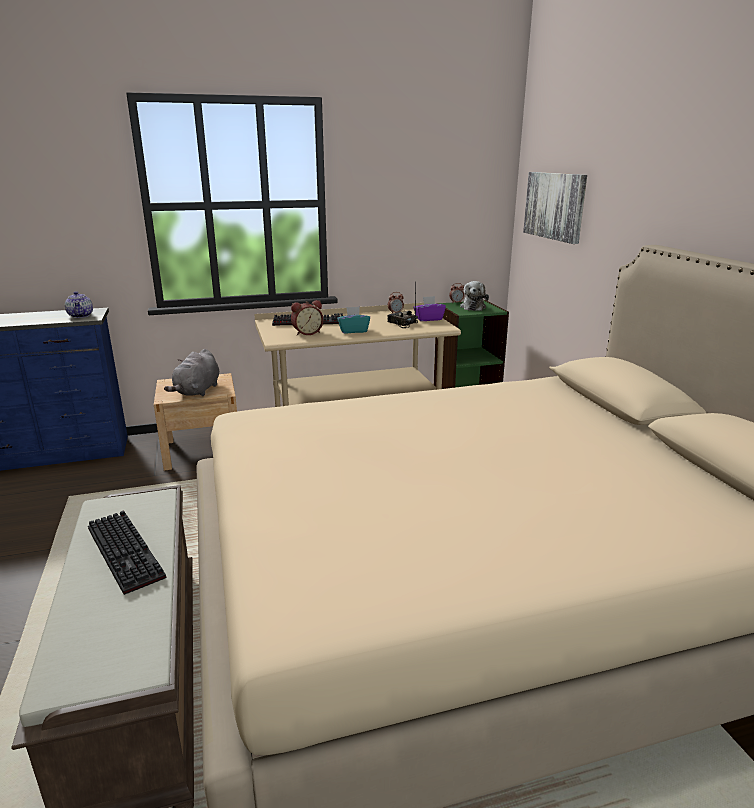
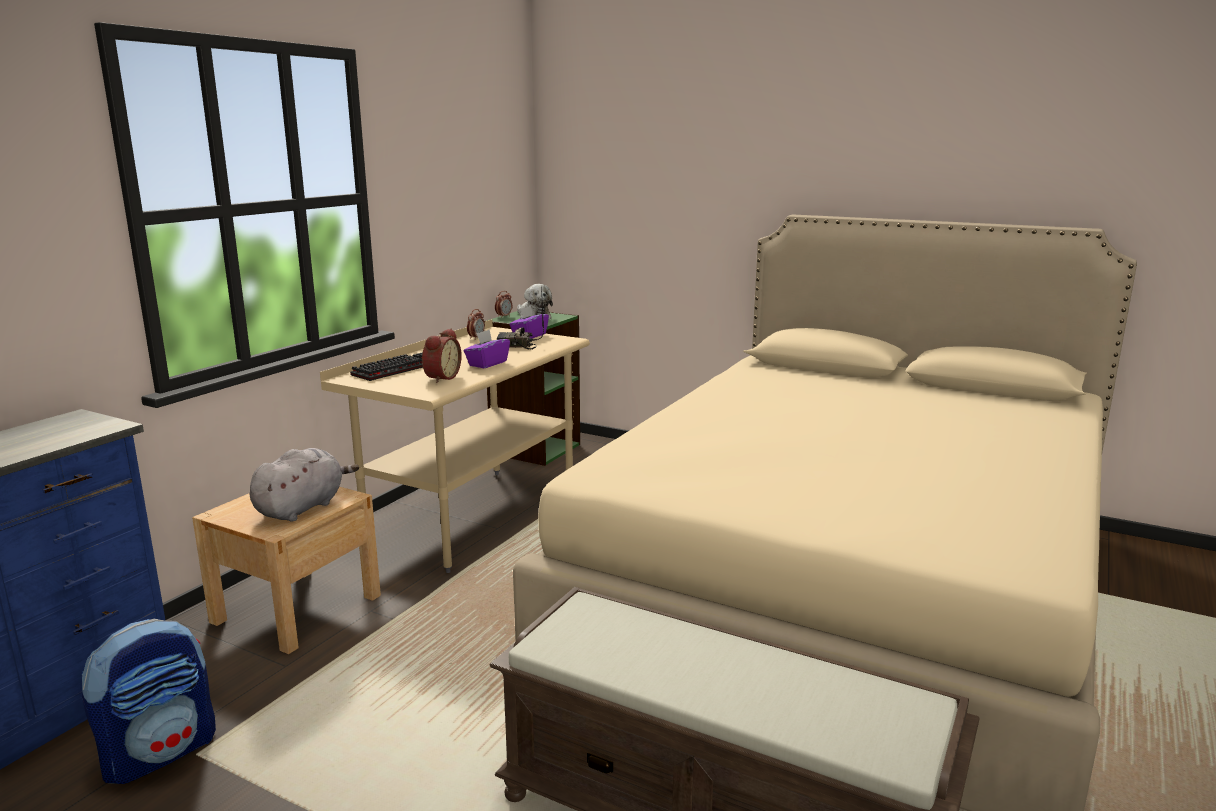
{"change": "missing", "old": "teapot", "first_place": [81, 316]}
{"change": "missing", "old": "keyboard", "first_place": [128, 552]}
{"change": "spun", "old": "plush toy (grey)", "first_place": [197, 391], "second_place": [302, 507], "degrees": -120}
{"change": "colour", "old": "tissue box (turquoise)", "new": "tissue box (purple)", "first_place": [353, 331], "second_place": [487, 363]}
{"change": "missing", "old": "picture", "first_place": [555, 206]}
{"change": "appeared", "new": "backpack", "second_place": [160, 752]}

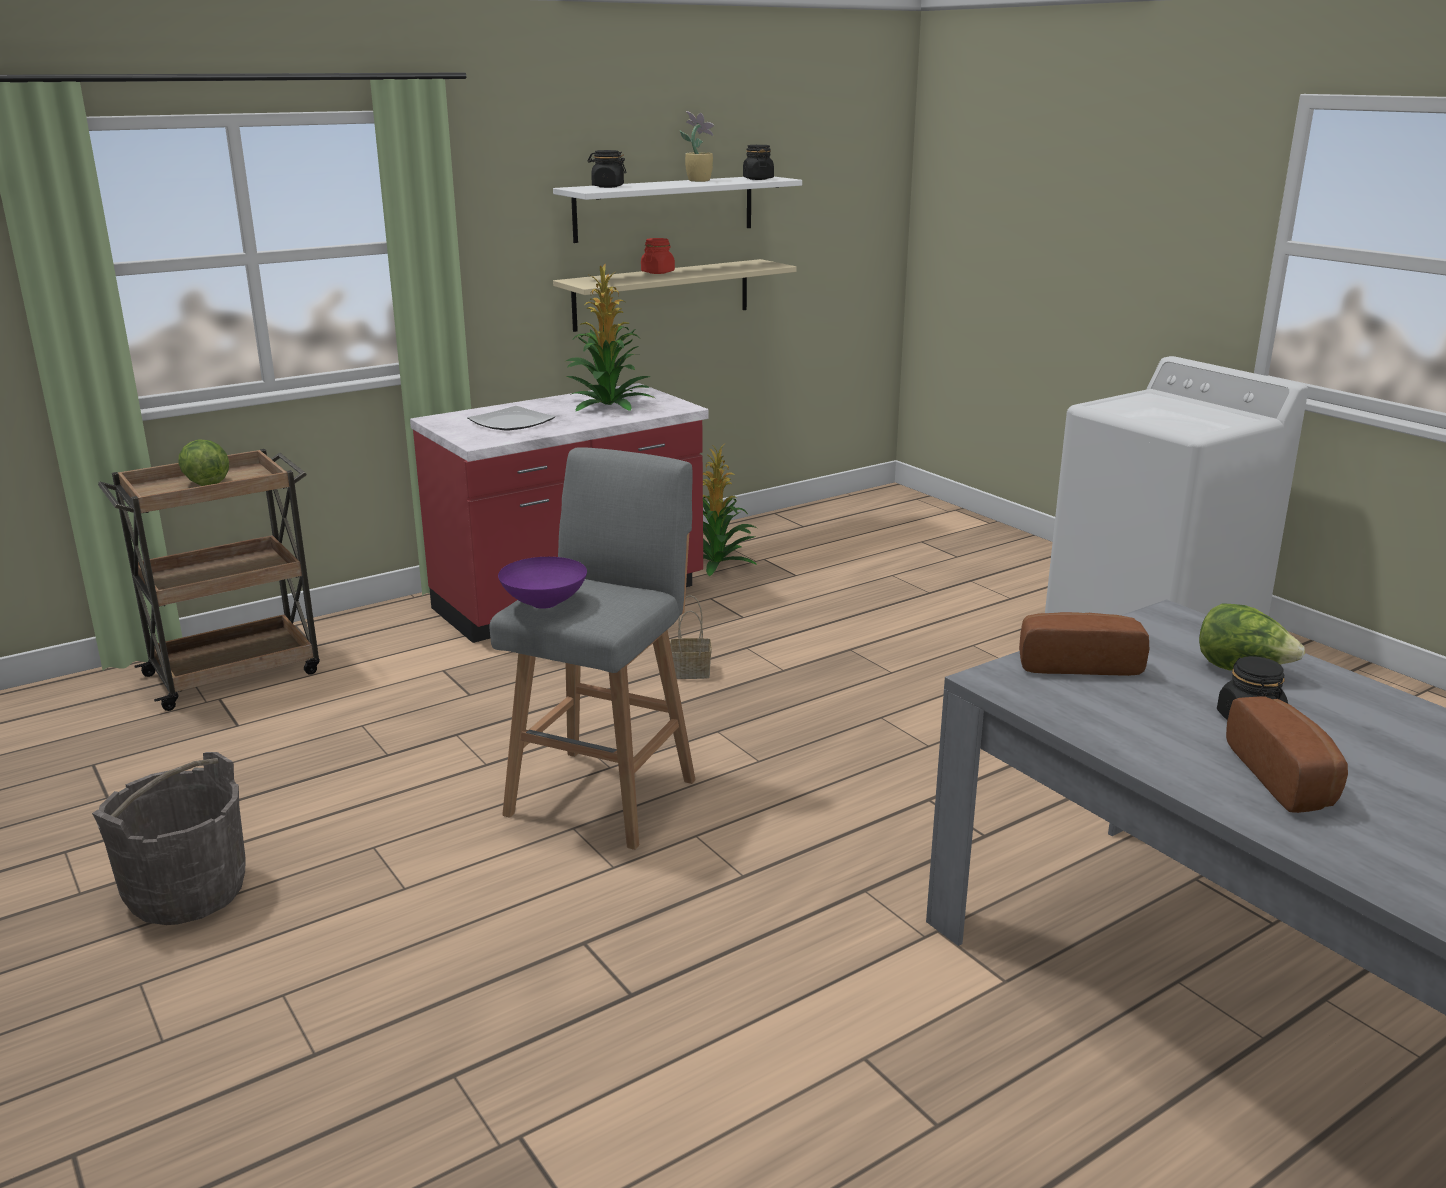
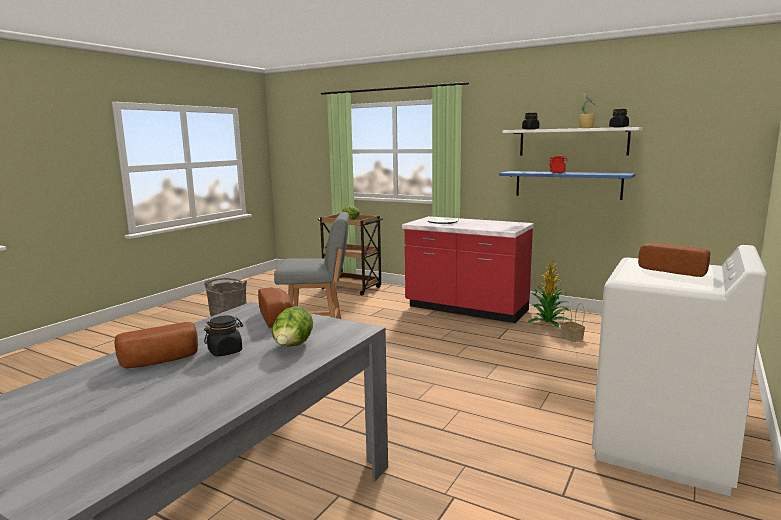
{"change": "missing", "old": "bowl (purple)", "first_place": [544, 603]}
{"change": "colour", "old": "shelf (beige)", "new": "shelf (blue)", "first_place": [662, 294], "second_place": [567, 184]}
{"change": "missing", "old": "potted plant", "first_place": [609, 405]}
{"change": "relocated", "old": "basket", "first_place": [692, 671], "second_place": [572, 338]}
{"change": "appeared", "new": "bread", "second_place": [674, 270]}

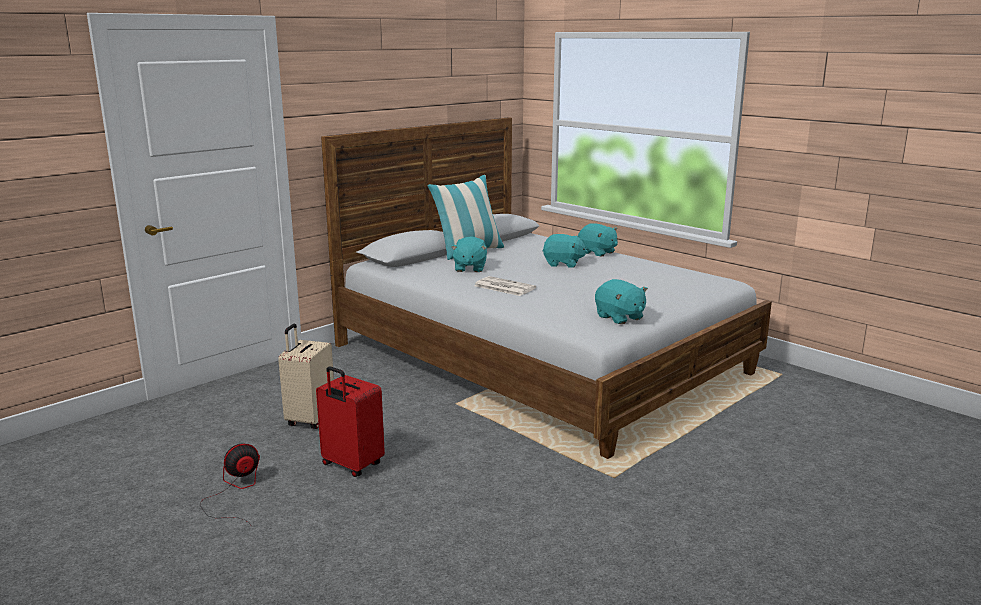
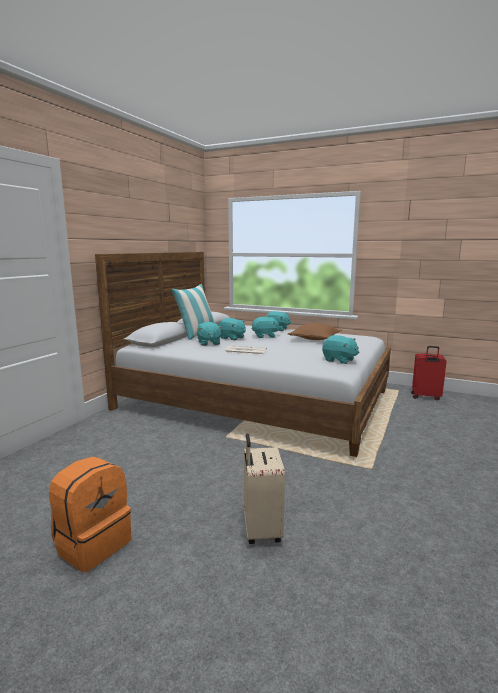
{"change": "exchanged", "old": "fan", "new": "backpack (orange)", "first_place": [236, 491], "second_place": [93, 544]}
{"change": "relocated", "old": "suitcase (beige)", "first_place": [310, 419], "second_place": [260, 530]}
{"change": "relocated", "old": "suitcase (red)", "first_place": [351, 465], "second_place": [425, 397]}
{"change": "appeared", "new": "plush toy (turquoise)", "second_place": [232, 338]}
{"change": "appeared", "new": "pillow (brown)", "second_place": [315, 338]}

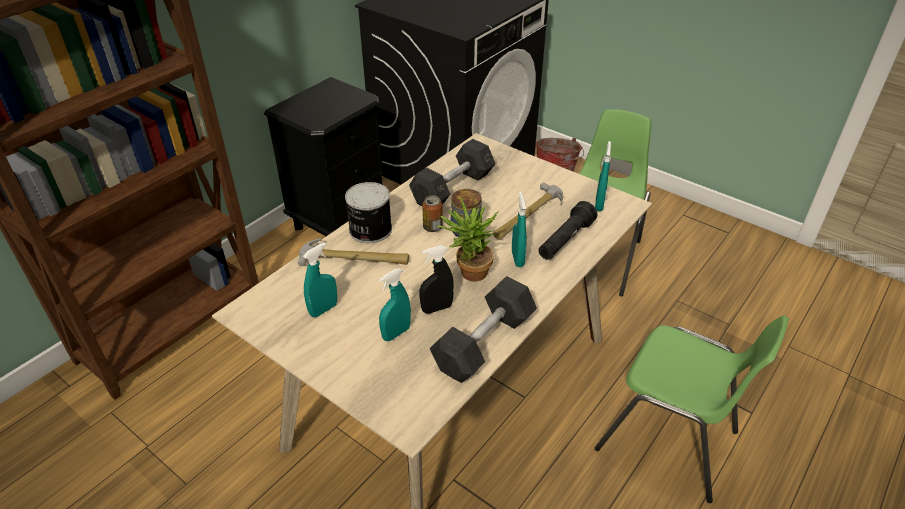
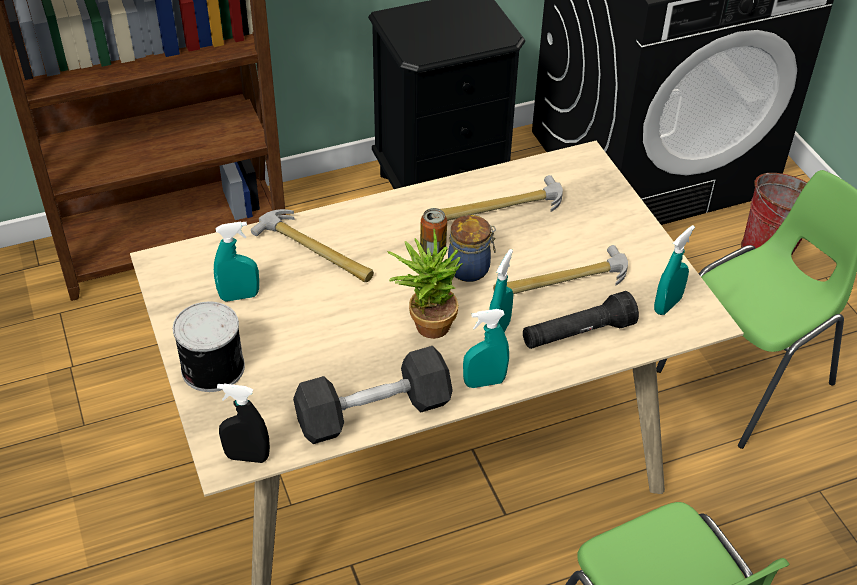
{"change": "relocated", "old": "can", "first_place": [369, 230], "second_place": [211, 368]}
{"change": "relocated", "old": "spray bottle (turquoise)", "first_place": [396, 333], "second_place": [484, 382]}
{"change": "exchanged", "old": "dumbbell (grey)", "new": "hammer", "first_place": [453, 188], "second_place": [499, 207]}
{"change": "relocated", "old": "spray bottle (black)", "first_place": [437, 308], "second_place": [247, 457]}

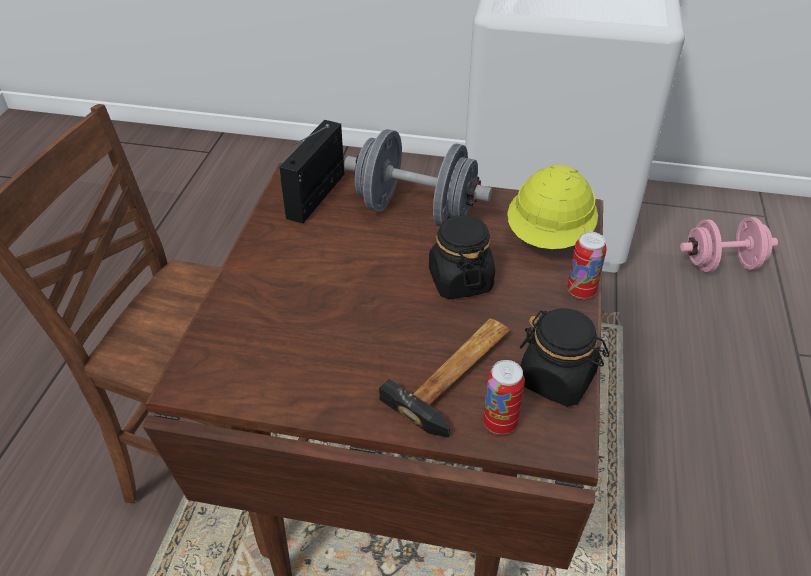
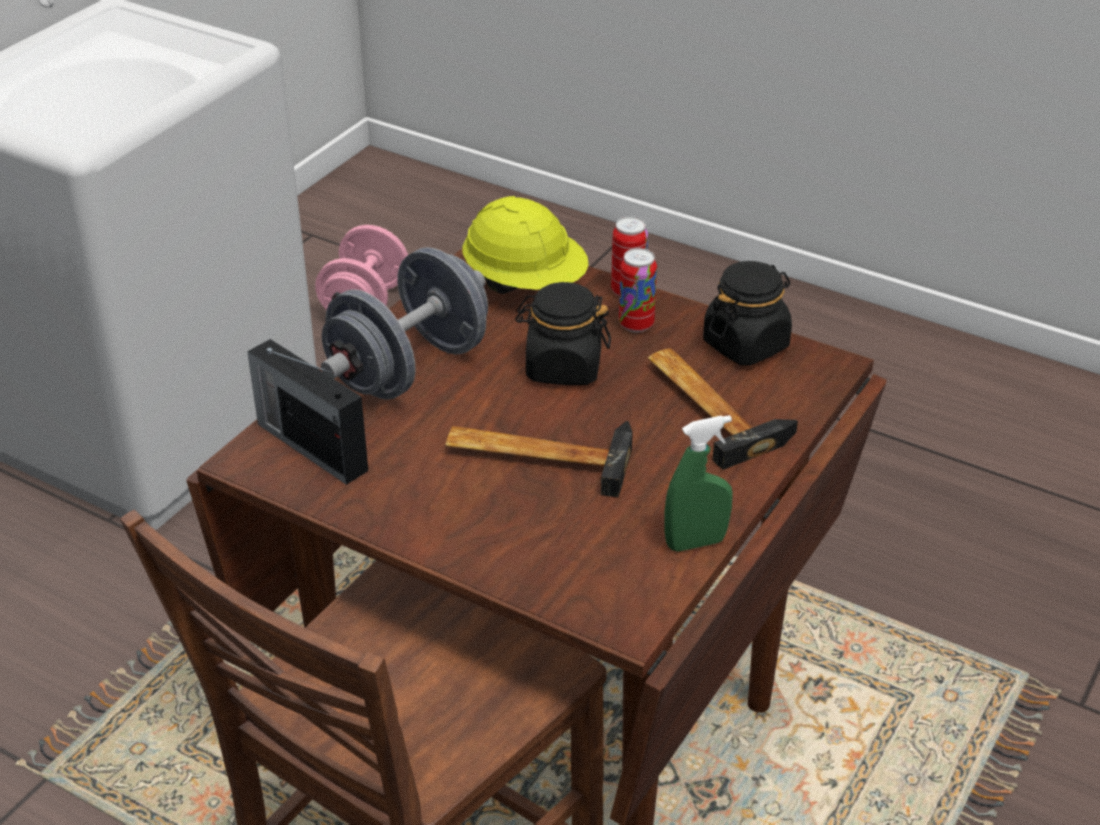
{"change": "relocated", "old": "can", "first_place": [500, 423], "second_place": [636, 324]}
{"change": "appeared", "new": "hammer", "second_place": [538, 454]}
{"change": "appeared", "new": "spray bottle (green)", "second_place": [695, 542]}

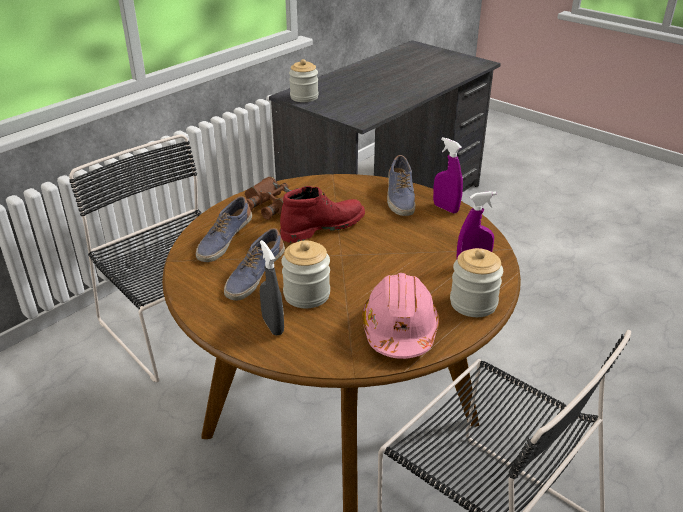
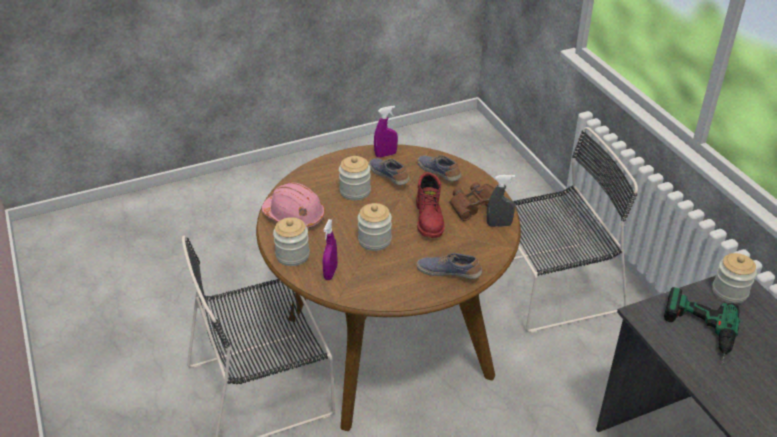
{"change": "relocated", "old": "spray bottle (grey)", "first_place": [273, 326], "second_place": [499, 224]}
{"change": "relocated", "old": "spray bottle (purple)", "first_place": [445, 208], "second_place": [385, 154]}
{"change": "appeared", "new": "jar", "second_place": [374, 240]}
{"change": "appeared", "new": "power drill", "second_place": [698, 332]}

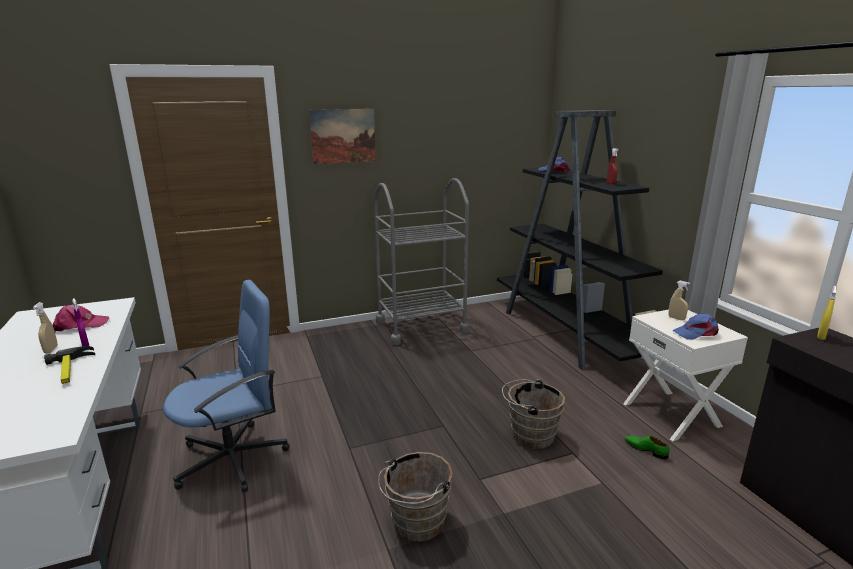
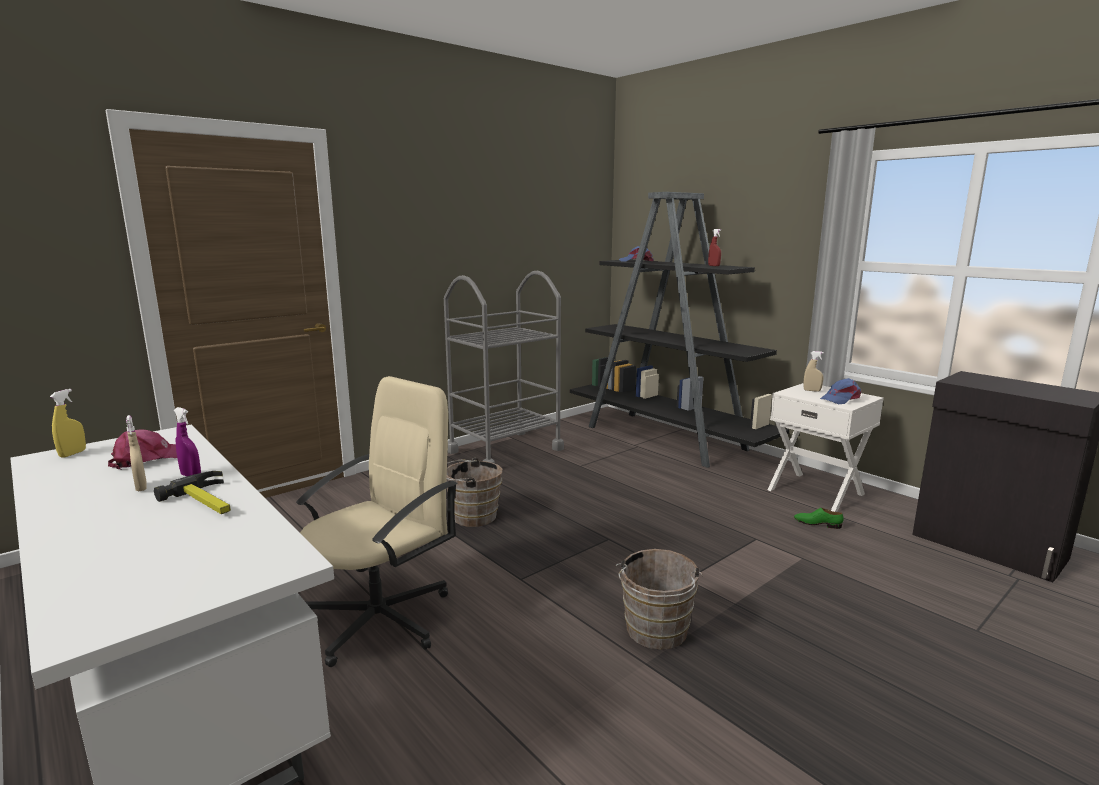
{"change": "colour", "old": "office chair (blue)", "new": "office chair (beige)", "first_place": [233, 458], "second_place": [381, 618]}
{"change": "missing", "old": "picture", "first_place": [343, 136]}
{"change": "relocated", "old": "bucket (brown)", "first_place": [529, 434], "second_place": [470, 516]}
{"change": "relocated", "old": "spray bottle (yellow)", "first_place": [821, 336], "second_place": [73, 453]}

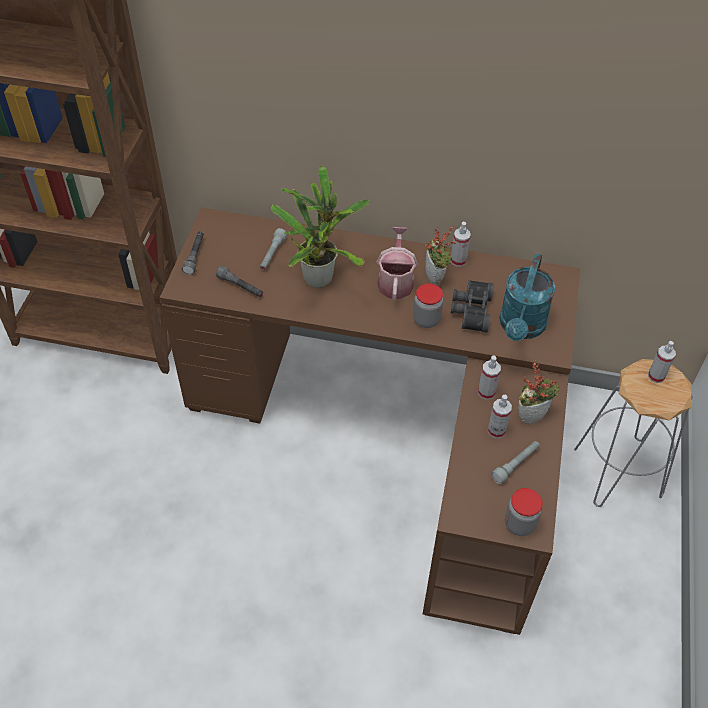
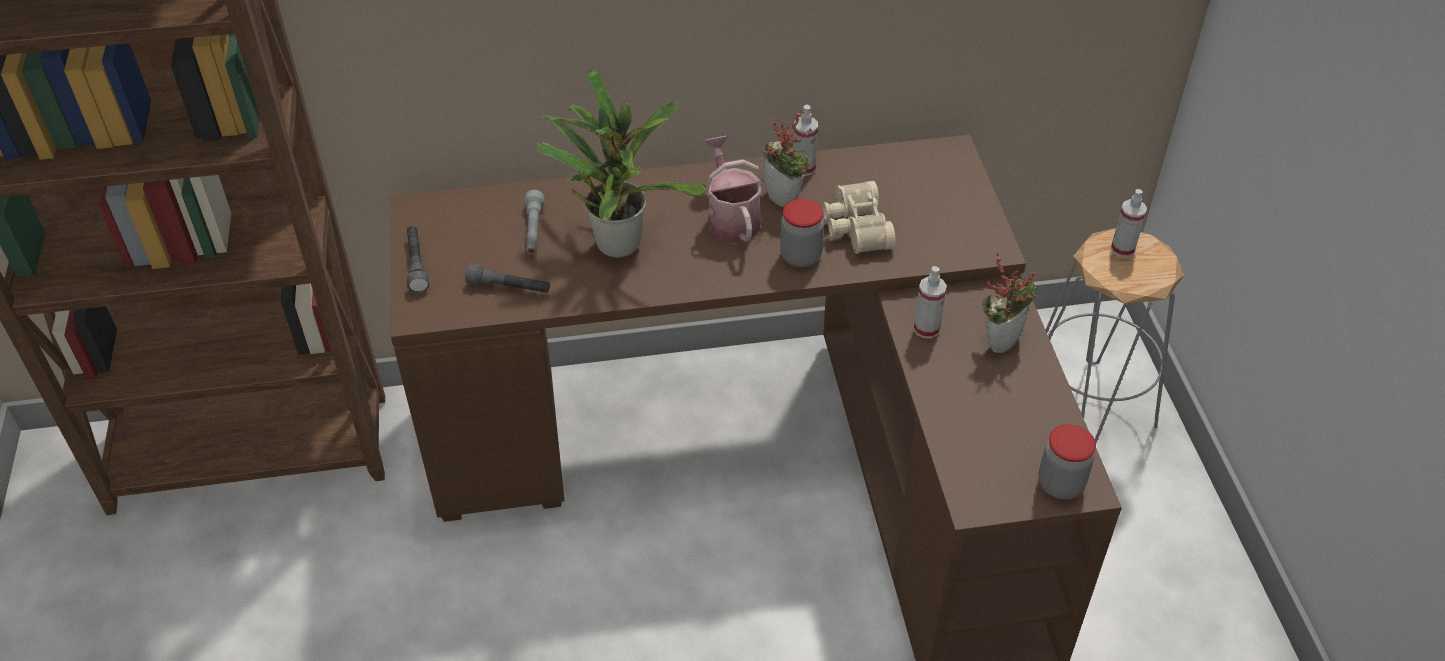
{"change": "colour", "old": "binoculars (black)", "new": "binoculars (beige)", "first_place": [470, 311], "second_place": [854, 228]}
{"change": "missing", "old": "spray bottle", "first_place": [496, 430]}
{"change": "missing", "old": "flashlight (grey)", "first_place": [516, 464]}
{"change": "missing", "old": "watering can (turquoise)", "first_place": [521, 328]}

